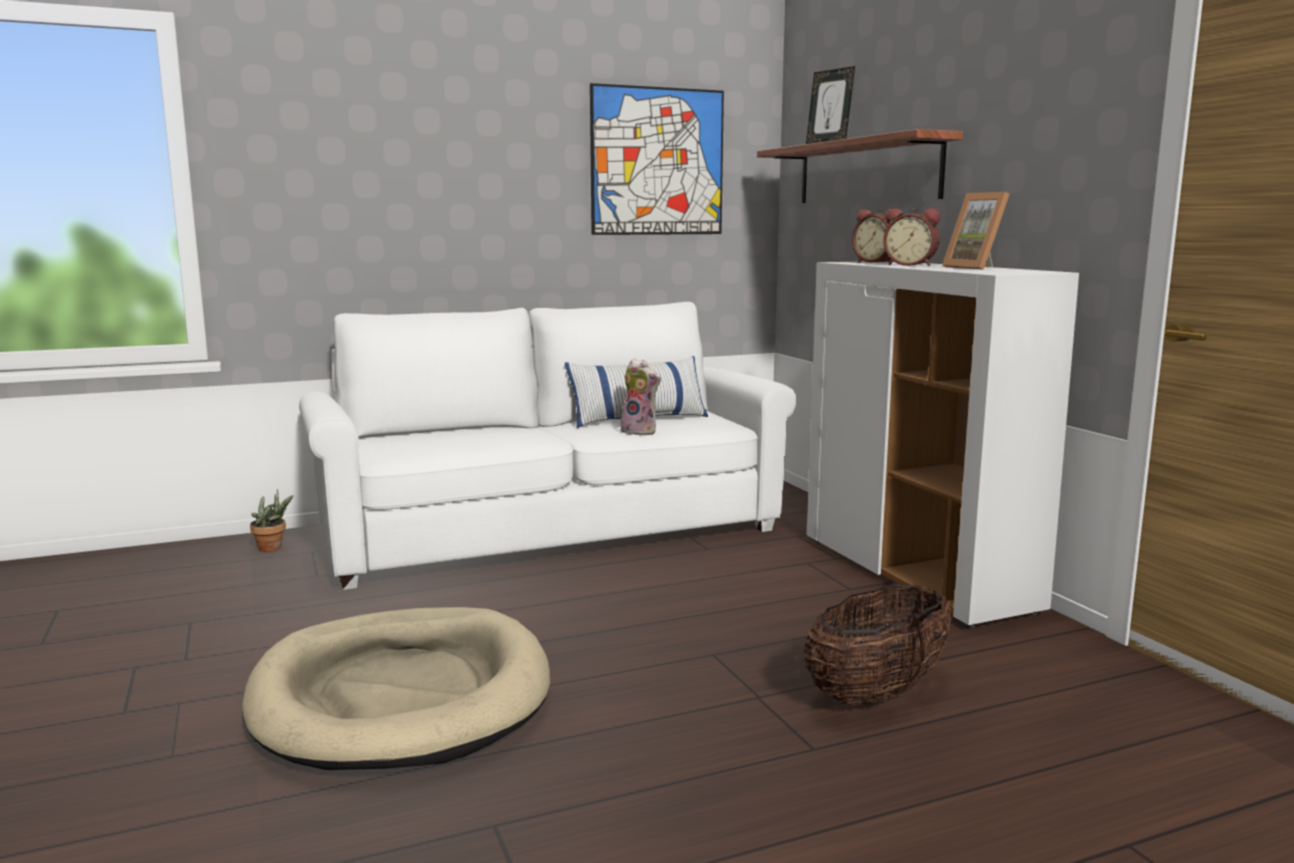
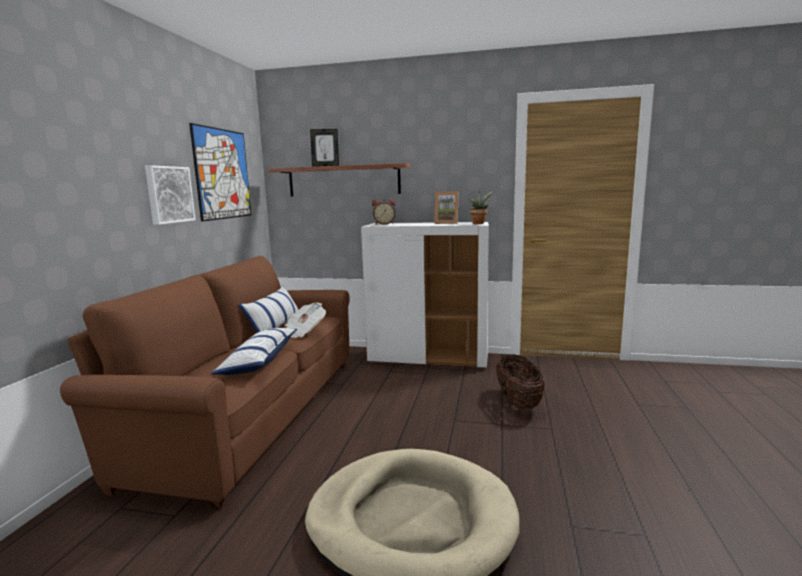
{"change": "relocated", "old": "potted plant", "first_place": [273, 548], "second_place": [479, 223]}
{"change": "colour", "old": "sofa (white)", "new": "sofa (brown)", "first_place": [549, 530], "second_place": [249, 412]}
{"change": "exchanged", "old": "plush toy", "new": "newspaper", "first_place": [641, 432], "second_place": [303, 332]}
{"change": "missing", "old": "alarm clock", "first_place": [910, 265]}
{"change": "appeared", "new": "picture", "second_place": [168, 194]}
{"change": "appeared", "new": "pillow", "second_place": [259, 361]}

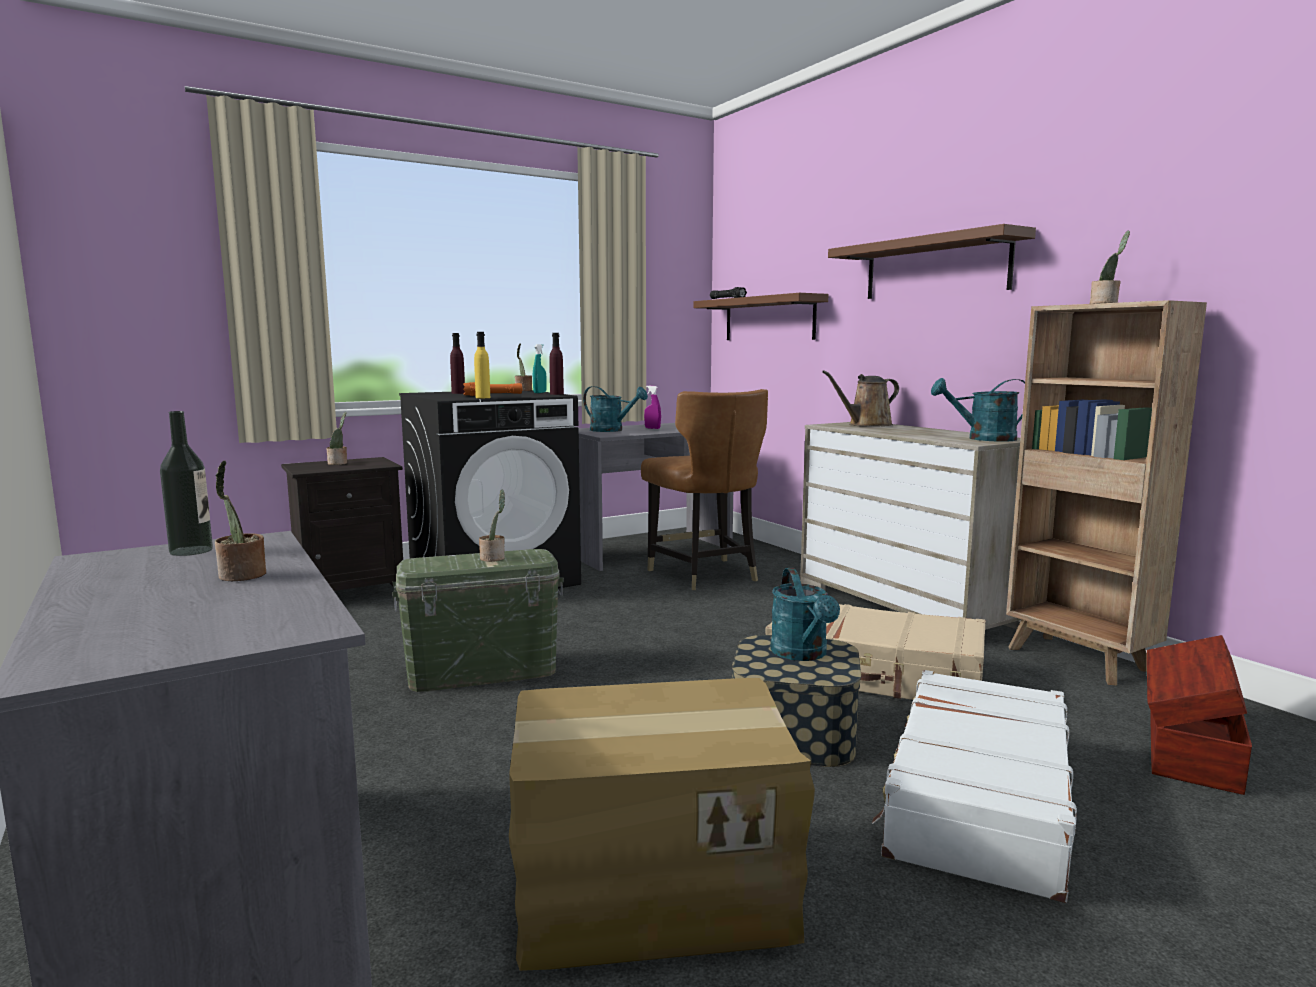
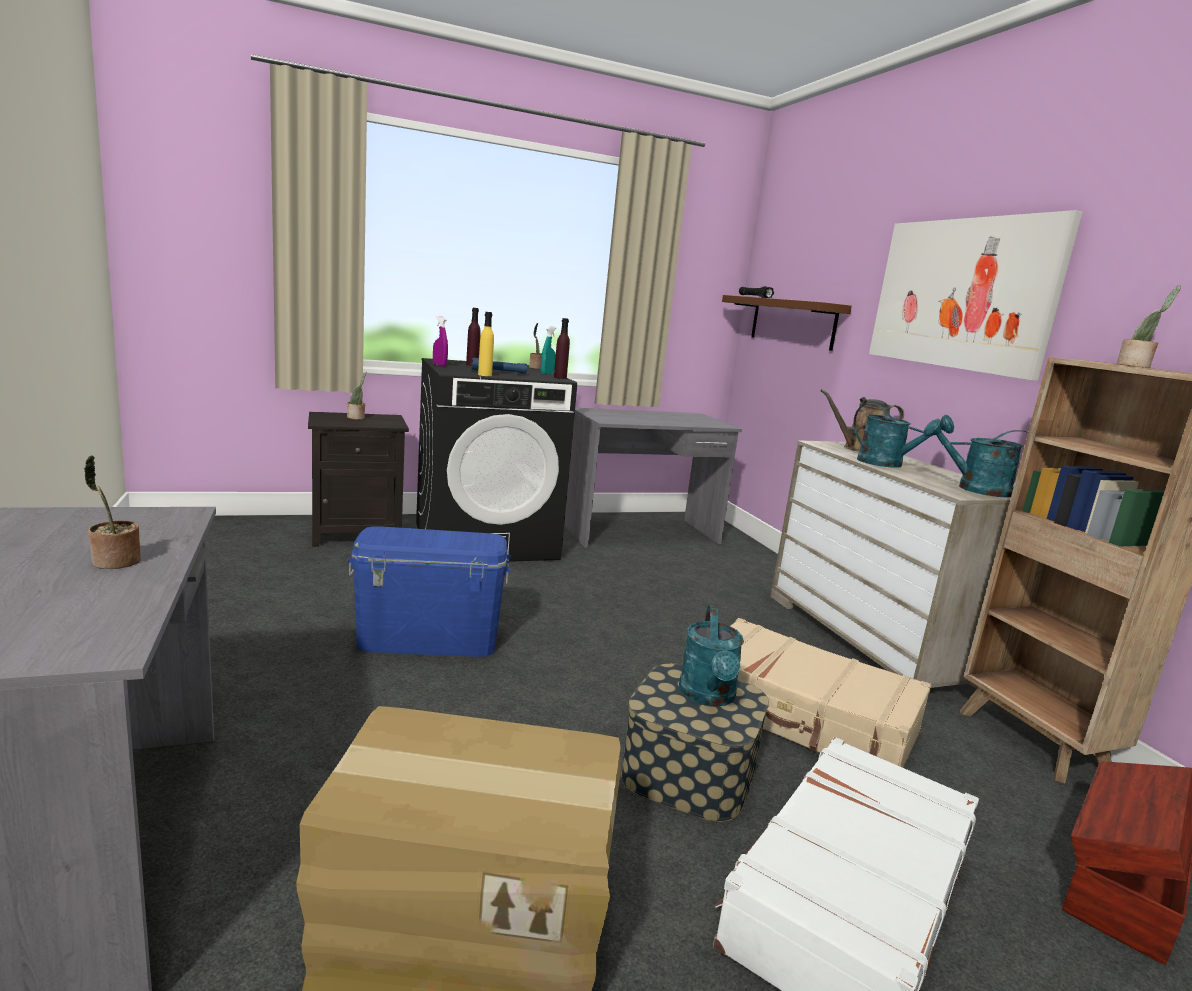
{"change": "missing", "old": "bottle", "first_place": [191, 551]}
{"change": "colour", "old": "storage box (green)", "new": "storage box (blue)", "first_place": [482, 671], "second_place": [429, 640]}
{"change": "colour", "old": "flashlight (orange)", "new": "flashlight (blue)", "first_place": [493, 395], "second_place": [499, 372]}
{"change": "missing", "old": "potted plant", "first_place": [494, 558]}
{"change": "relocated", "old": "watering can (turquoise)", "first_place": [612, 430], "second_place": [888, 464]}
{"change": "missing", "old": "chair (brown)", "first_place": [704, 575]}
{"change": "relocated", "old": "spray bottle (purple)", "first_place": [652, 428], "second_place": [439, 365]}
{"change": "exchanged", "old": "shelf (brown)", "new": "picture", "first_place": [935, 267], "second_place": [962, 294]}

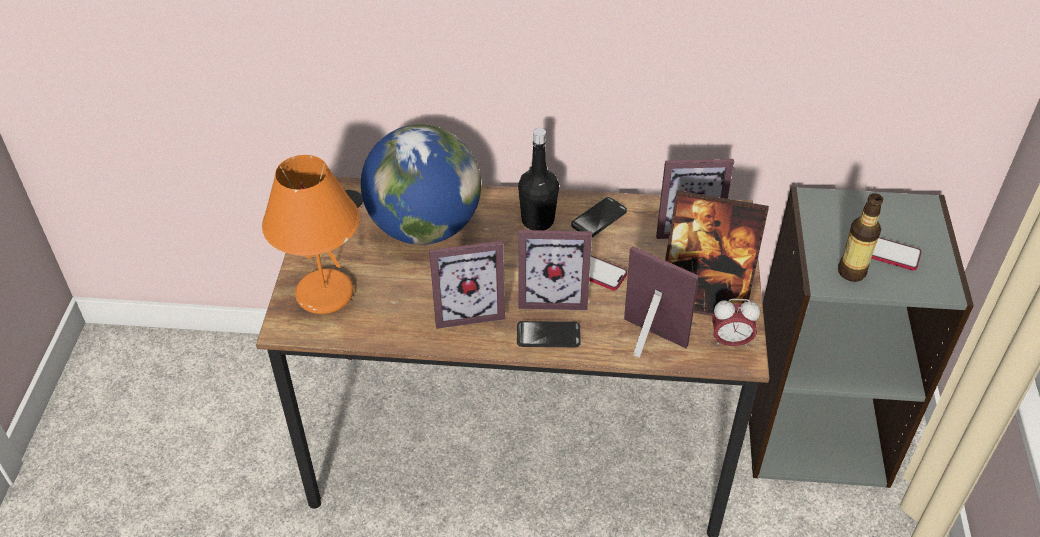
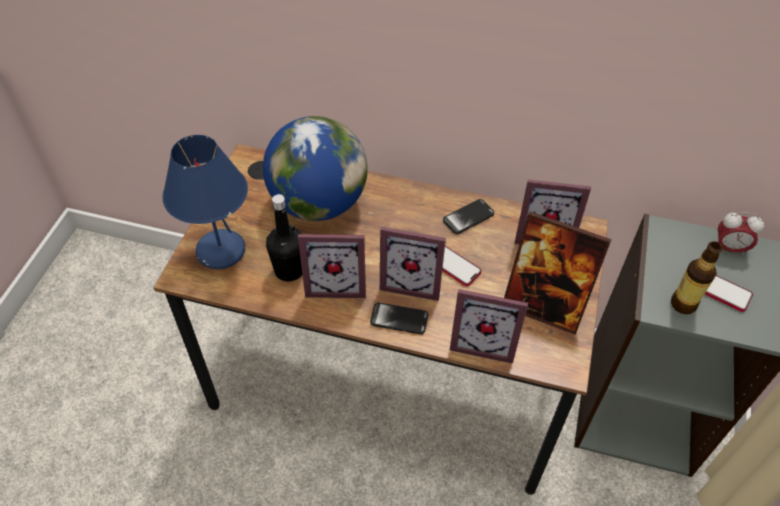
{"change": "colour", "old": "table lamp (orange)", "new": "table lamp (blue)", "first_place": [323, 294], "second_place": [220, 251]}
{"change": "relocated", "old": "bottle (black)", "first_place": [538, 220], "second_place": [289, 270]}
{"change": "spun", "old": "picture frame", "first_place": [647, 344], "second_place": [483, 341], "degrees": 150}
{"change": "relocated", "old": "alarm clock", "first_place": [730, 342], "second_place": [729, 248]}

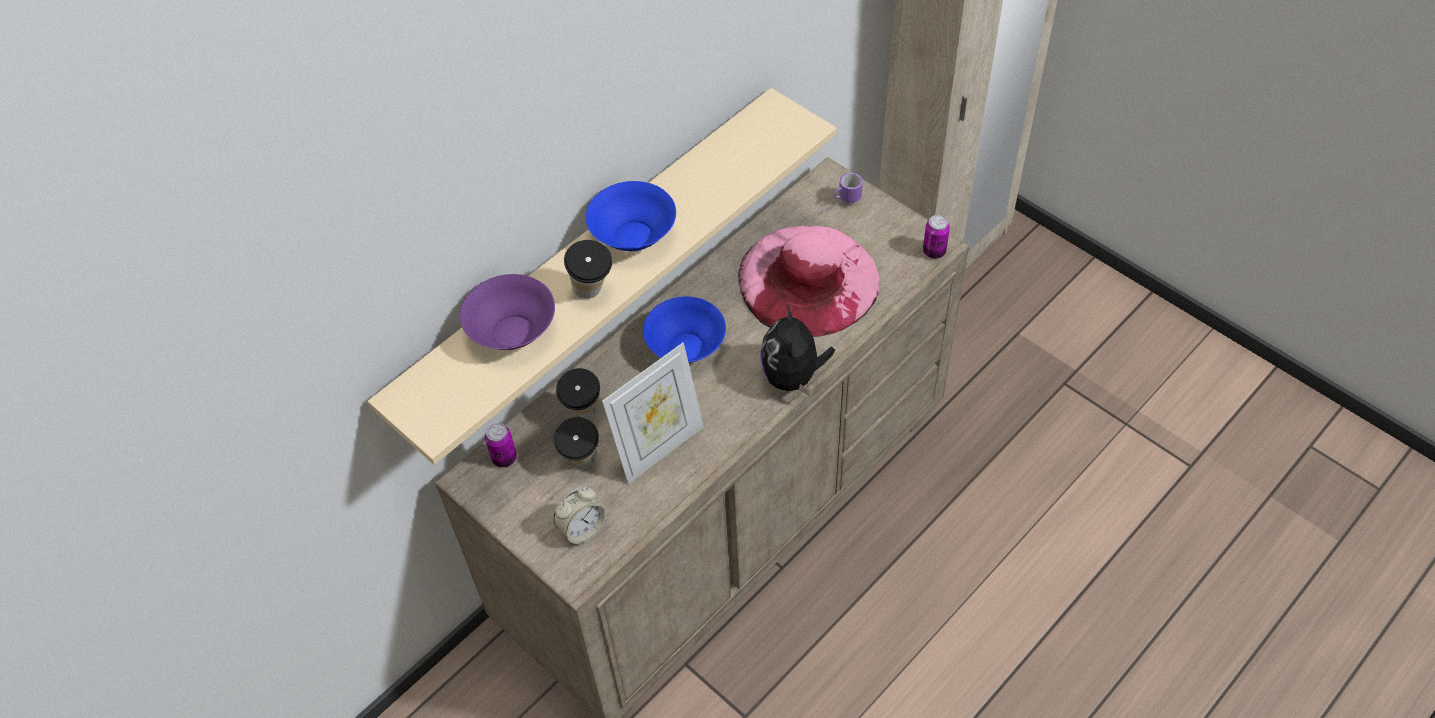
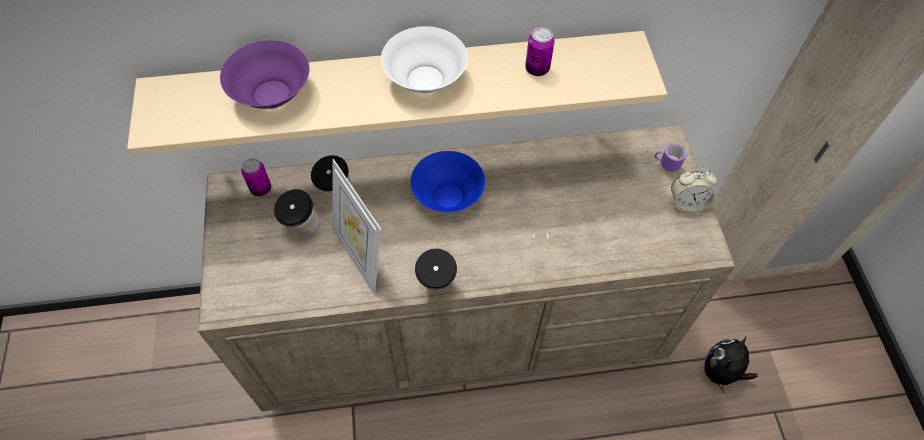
{"change": "relocated", "old": "alarm clock", "first_place": [582, 529], "second_place": [687, 203]}
{"change": "relocated", "old": "cup", "first_place": [593, 294], "second_place": [436, 288]}
{"change": "colour", "old": "bowl (blue)", "new": "bowl (white)", "first_place": [632, 236], "second_place": [424, 79]}
{"change": "spun", "old": "picture frame", "first_place": [659, 448], "second_place": [361, 256], "degrees": 60}
{"change": "missing", "old": "hat (pink)", "first_place": [808, 280]}
{"change": "relocated", "old": "plush toy", "first_place": [793, 377], "second_place": [721, 372]}
{"change": "relocated", "old": "can", "first_place": [934, 251], "second_place": [537, 69]}

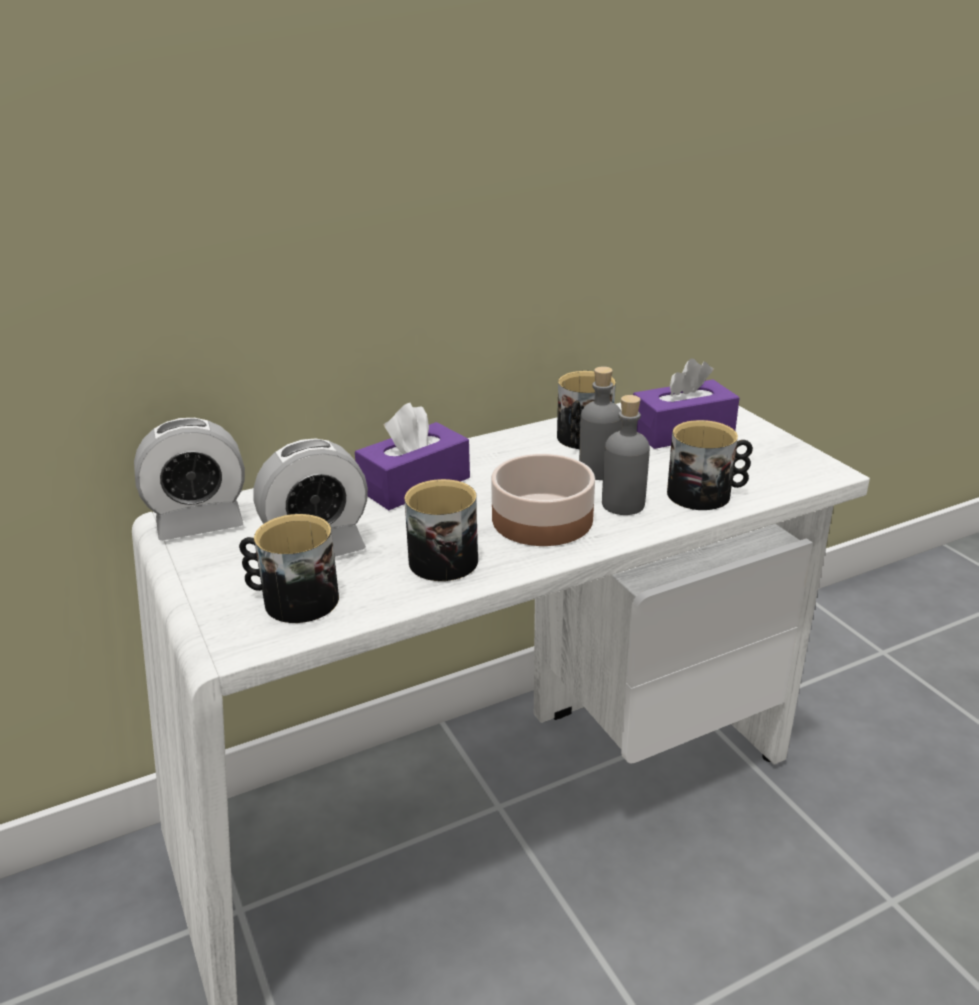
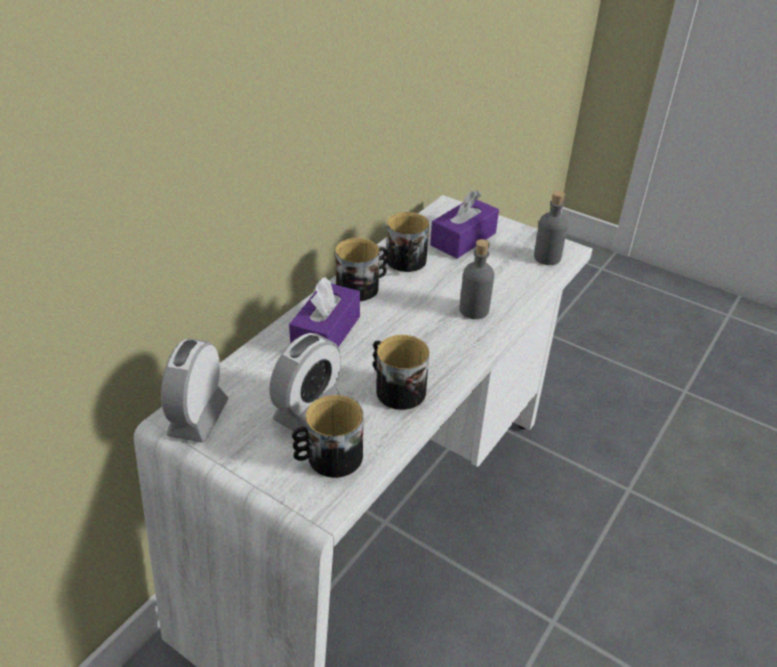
{"change": "spun", "old": "alarm clock", "first_place": [200, 524], "second_place": [198, 418], "degrees": 150}
{"change": "missing", "old": "bowl", "first_place": [544, 519]}
{"change": "relocated", "old": "bottle (grey)", "first_place": [599, 470], "second_place": [547, 257]}
{"change": "relocated", "old": "mug", "first_place": [706, 494], "second_place": [362, 286]}

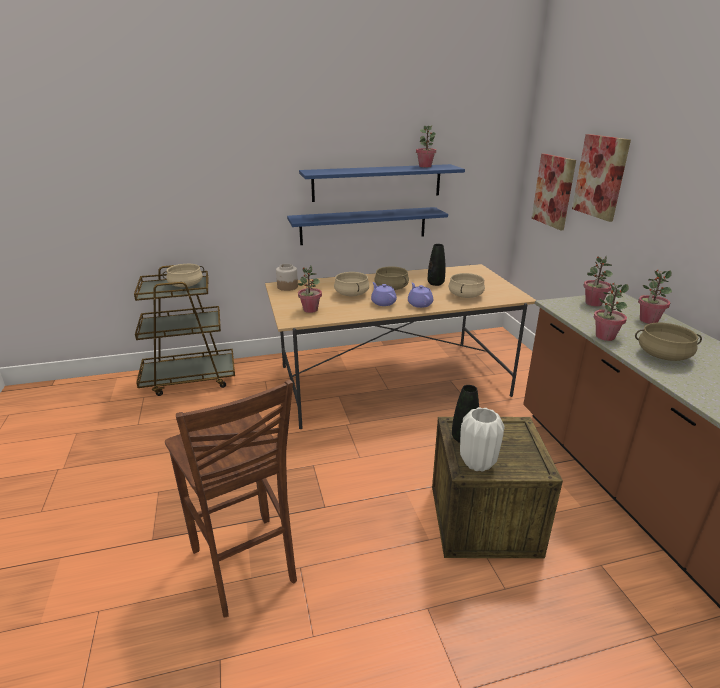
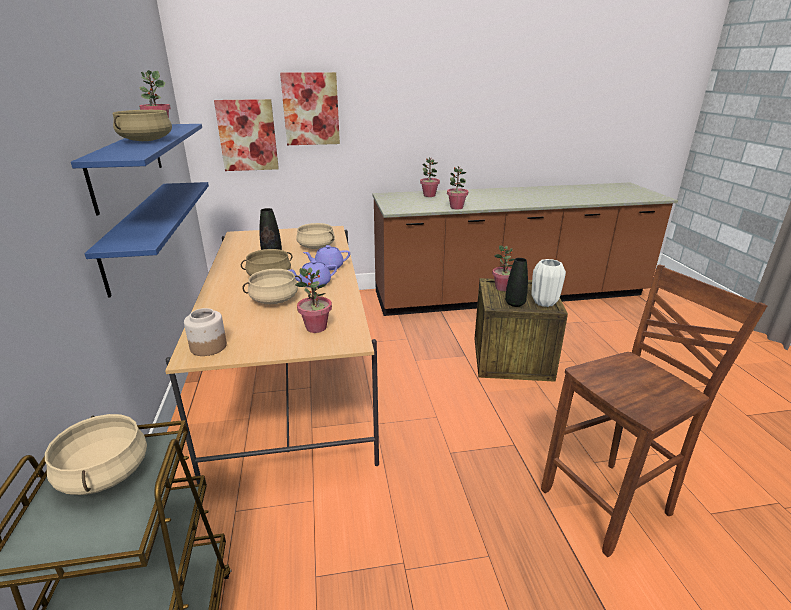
{"change": "relocated", "old": "potted plant", "first_place": [593, 303], "second_place": [502, 288]}
{"change": "relocated", "old": "cooking pot (beige)", "first_place": [663, 355], "second_place": [146, 140]}

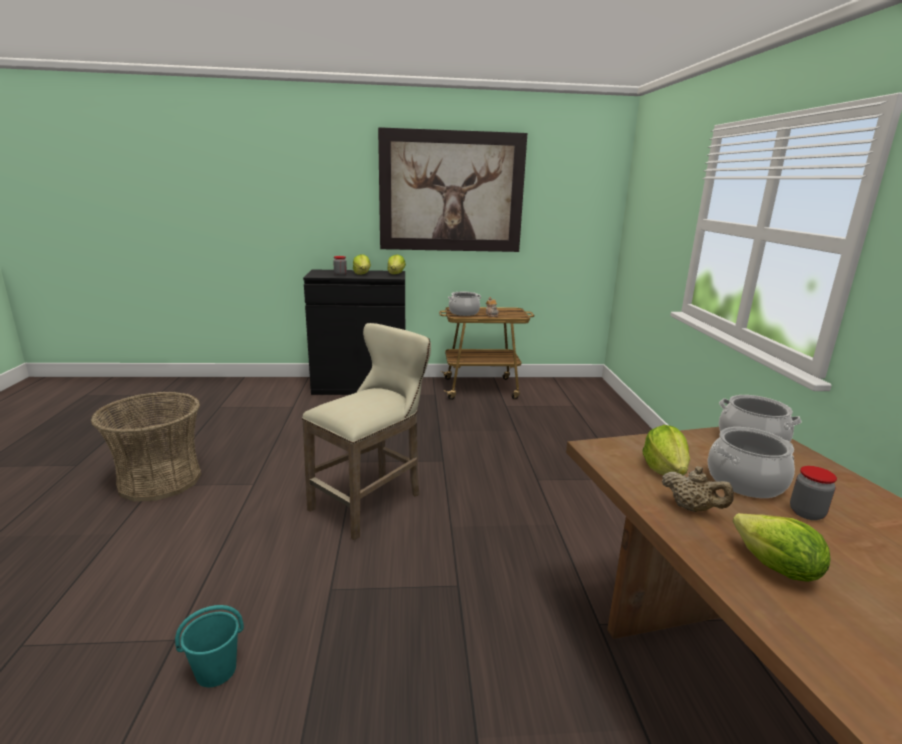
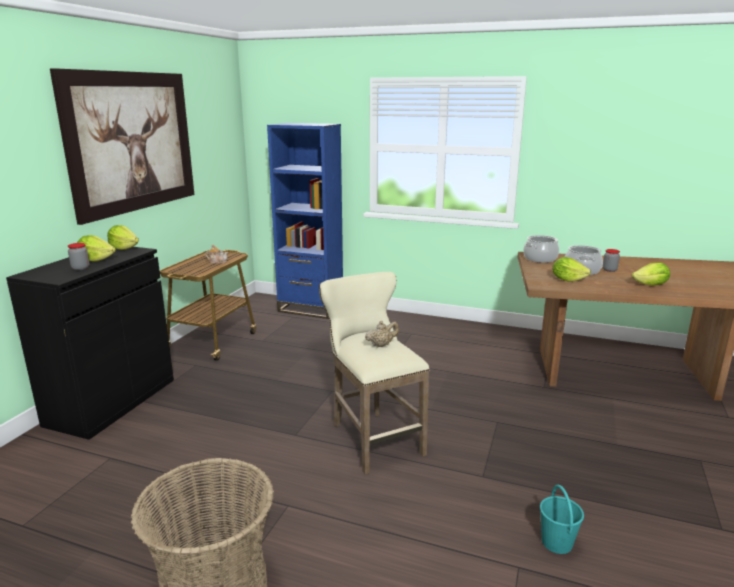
{"change": "missing", "old": "cooking pot", "first_place": [464, 313]}
{"change": "relocated", "old": "teapot (beige)", "first_place": [692, 508], "second_place": [381, 345]}
{"change": "appeared", "new": "bookcase (blue)", "second_place": [311, 308]}

